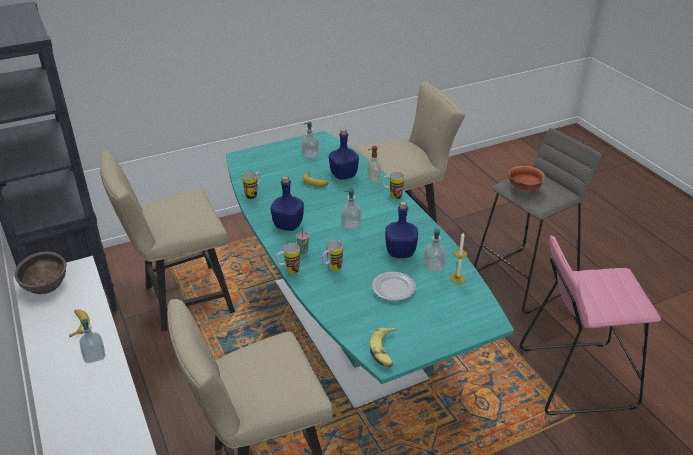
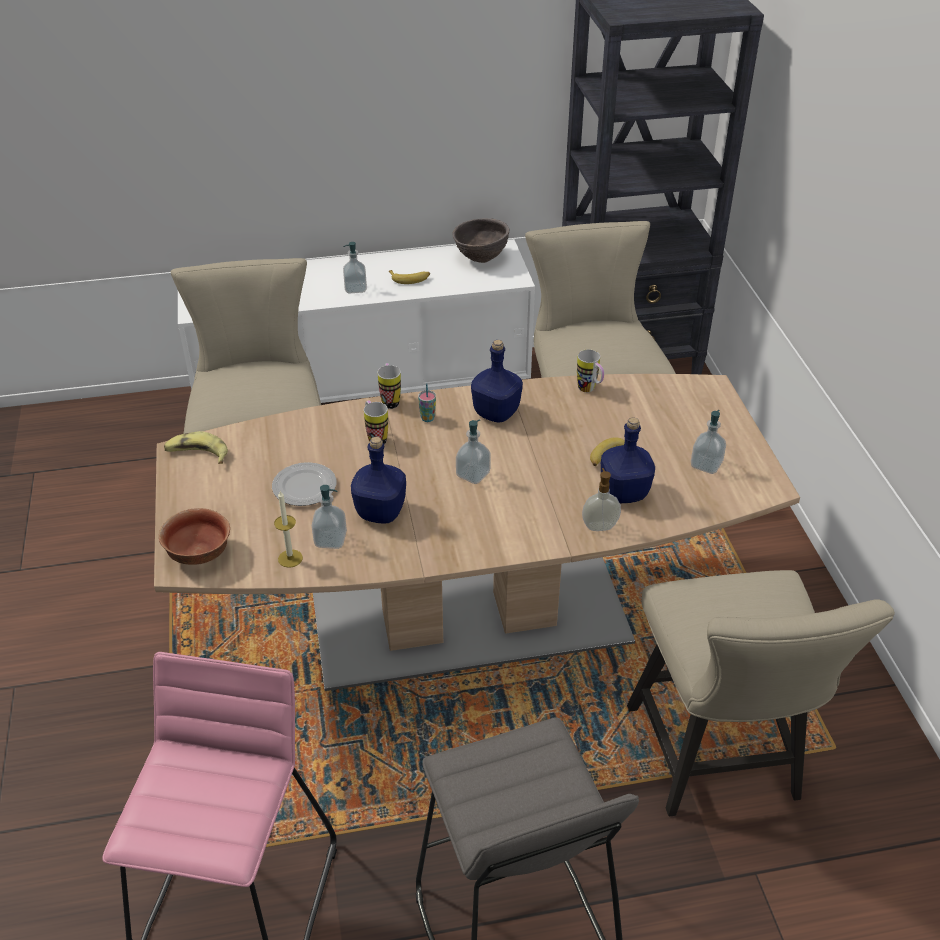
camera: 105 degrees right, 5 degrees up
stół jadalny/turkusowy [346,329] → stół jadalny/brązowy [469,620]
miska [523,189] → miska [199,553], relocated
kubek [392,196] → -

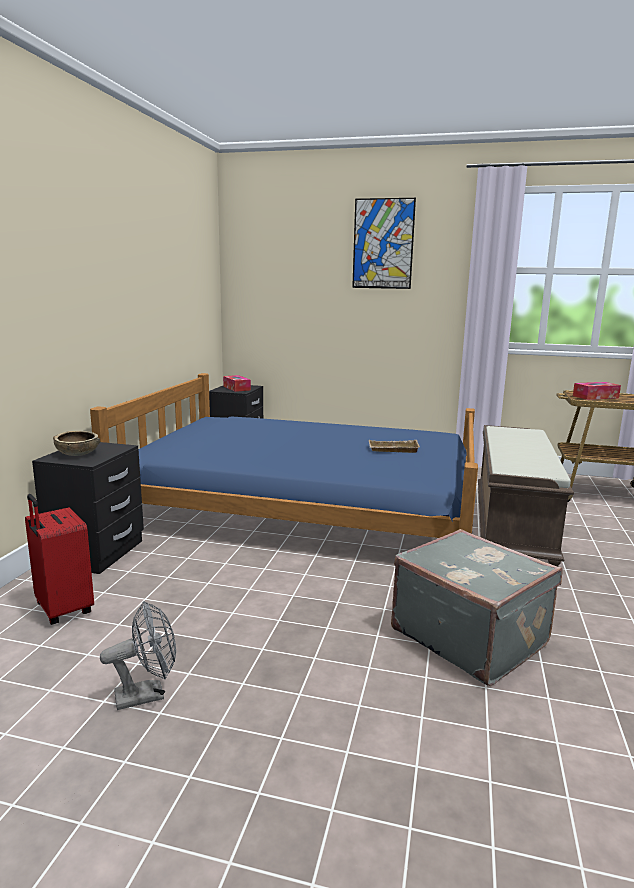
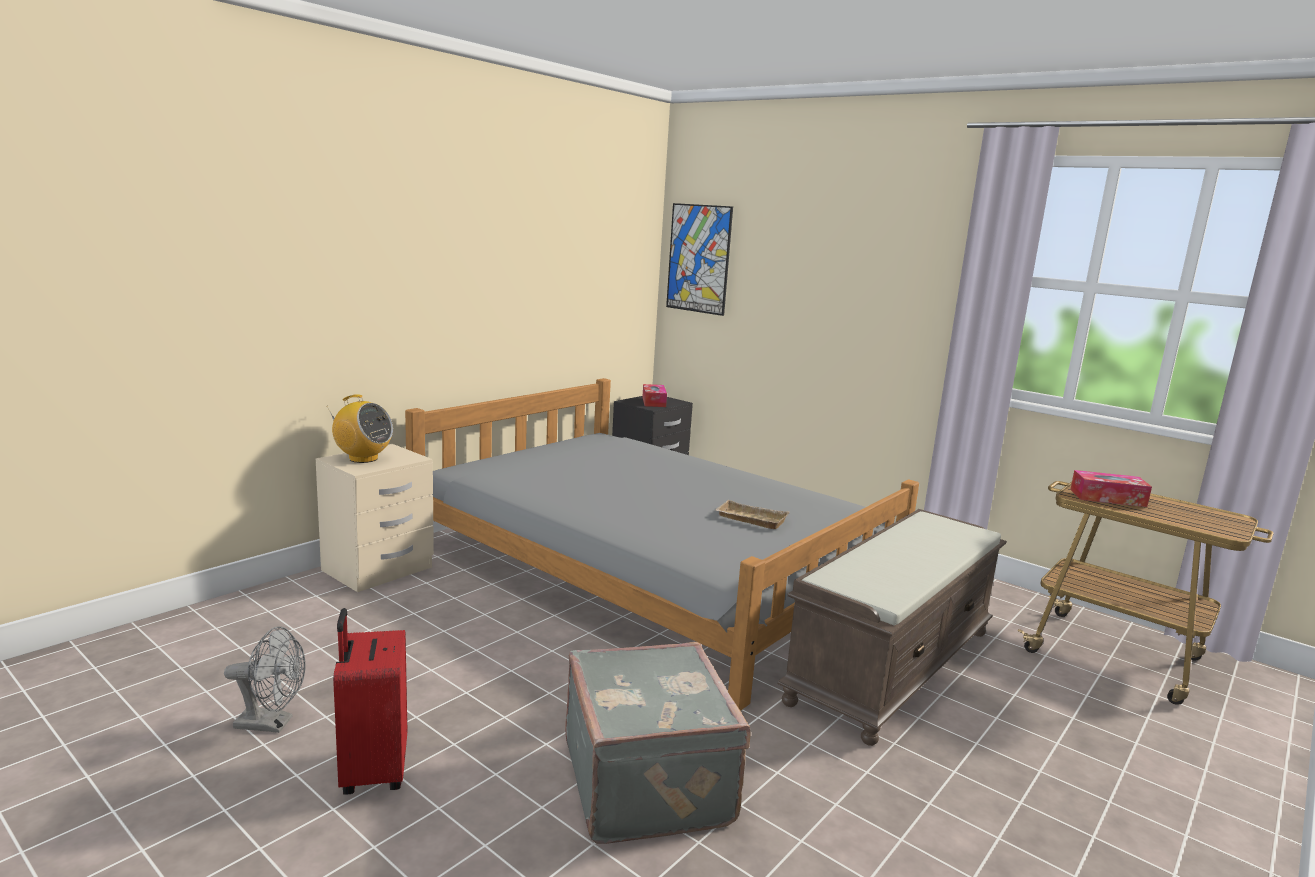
camera: 25 degrees right, 0 degrees up
obraz [383,244] → obraz [698,258], relocated
łóżko/niebieski [306,505] → łóżko/szary [651,568]
miska/brązowy [77,454] → radio [363,458]
szafka nocna/czarny [96,553] → szafka nocna/beżowy [377,569]
walizka/czerwony [62,610] → walizka/czerwony [372,771], relocated

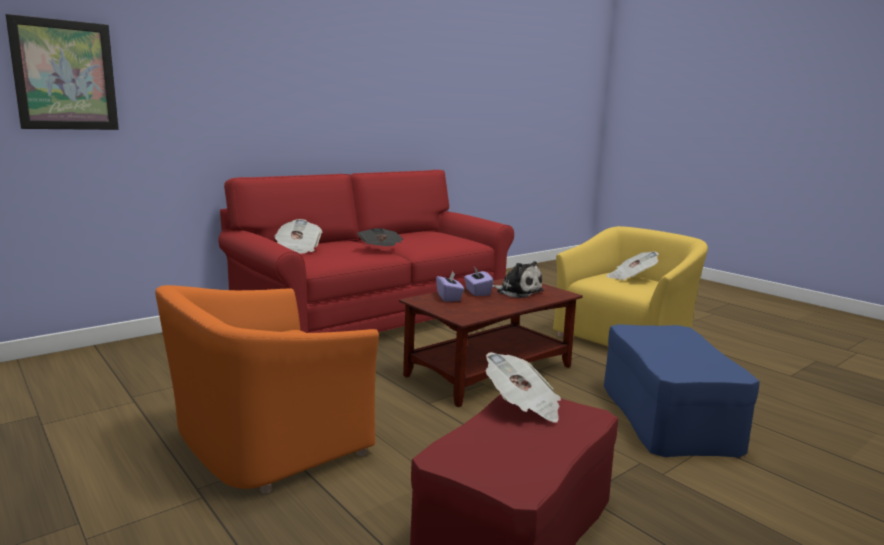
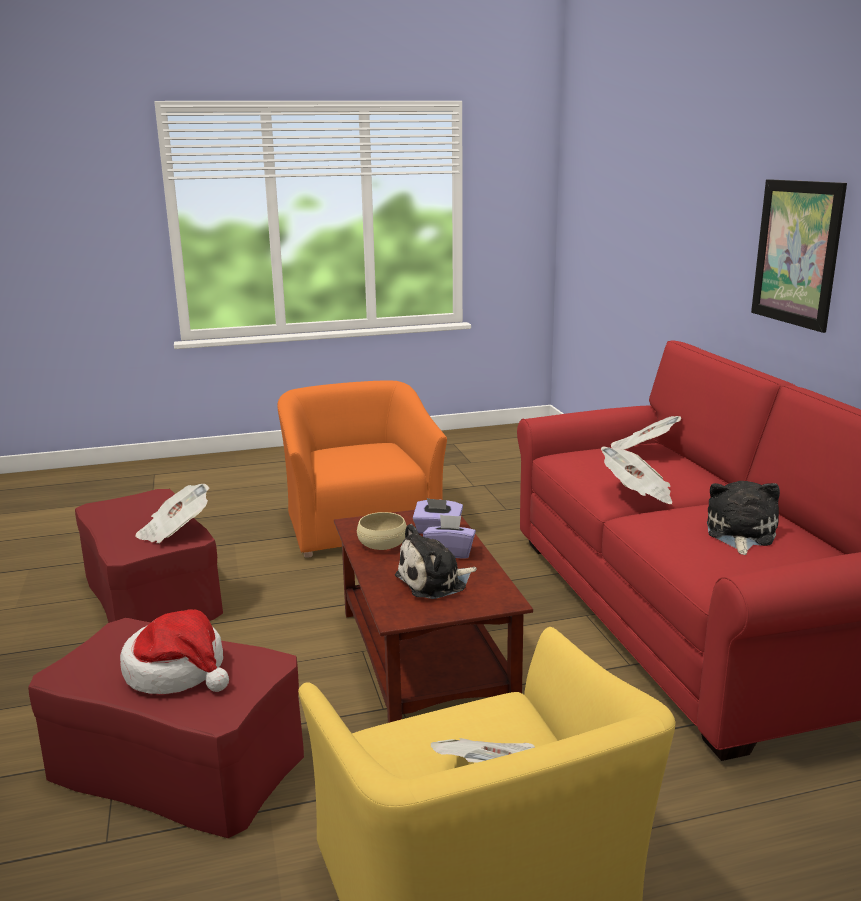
camera: 115 degrees right, 5 degrees up
obraz [65,75] → obraz [796,253], relocated
pufa/niebieski [668,417] → pufa/czerwony [177,763]
- → pluszak [739,534]
- → miska/beżowy [382,544]
- → kapelusz [177,671]

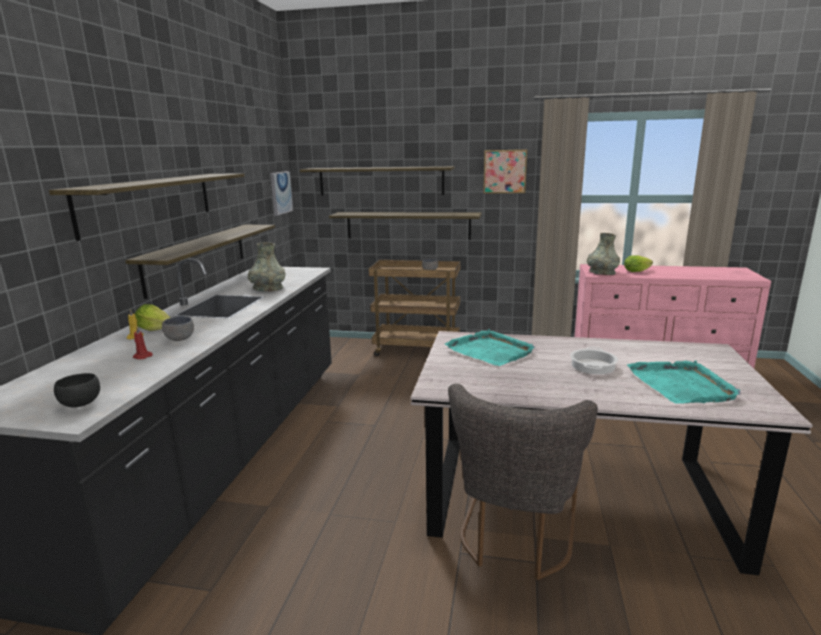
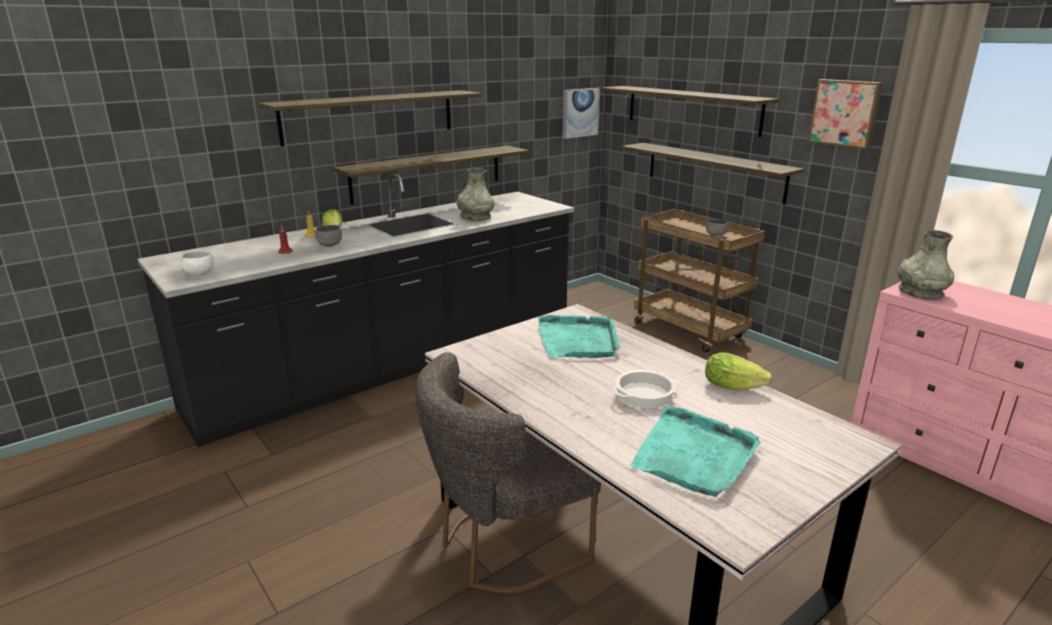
camera: 40 degrees right, 5 degrees up
sałata [638,271] → sałata [736,386], relocated
miska/czarny [81,403] → miska/biały [201,273]

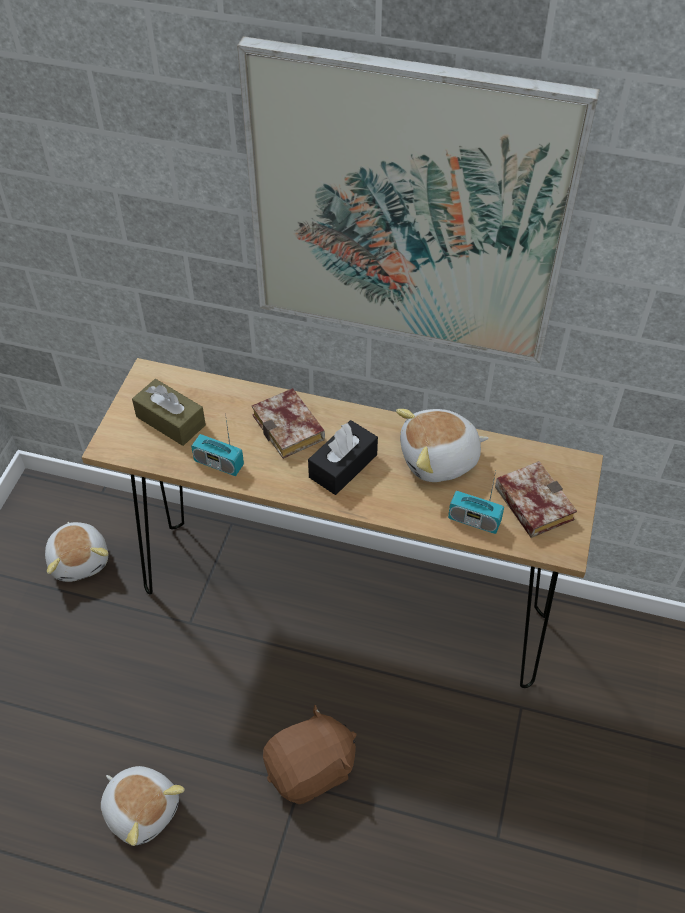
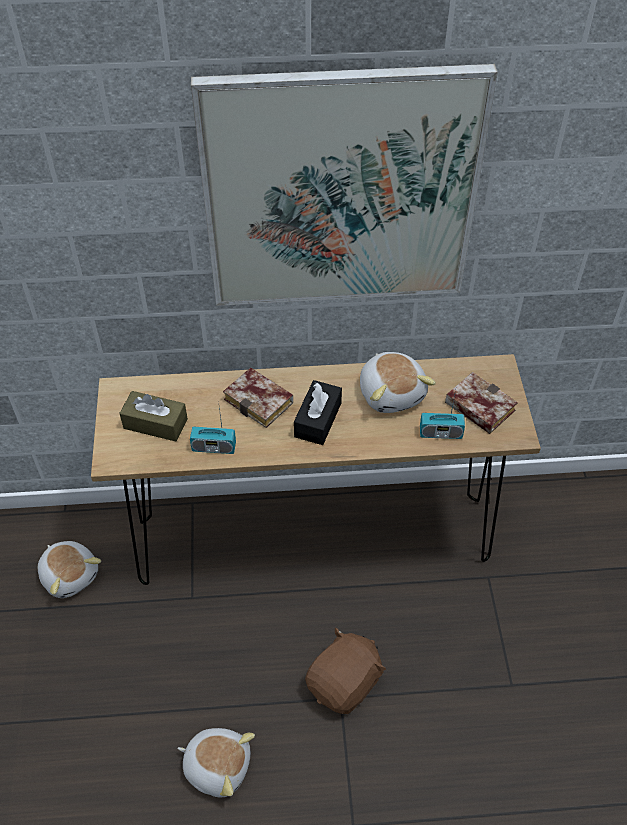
camera: 20 degrees left, 0 degrees up
pluszak [439,459] → pluszak [392,393], 75 degrees counterclockwise

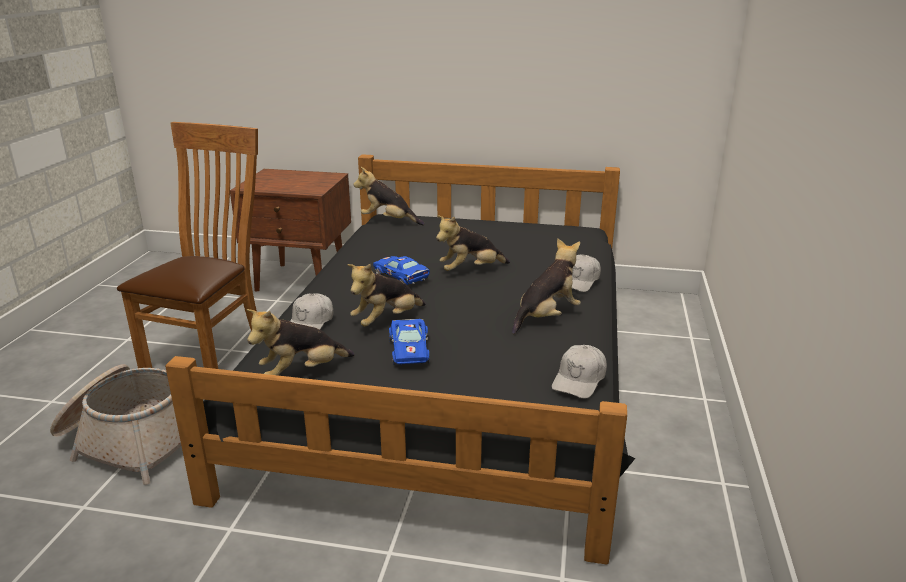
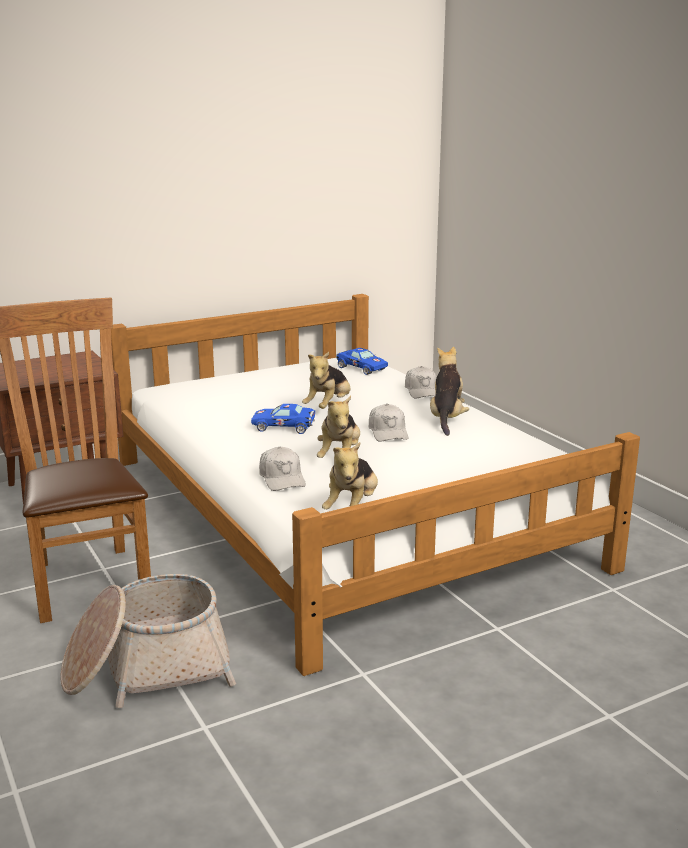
camera: 40 degrees left, 5 degrees down
łóżko/czarny [451,372] → łóżko/biały [343,510]
pluszak [388,221] → -
samochodzik/niebieski [409,350] → samochodzik/niebieski [360,368], relocated
czapka z daszkiem/biały [579,380] → czapka z daszkiem/biały [388,432], relocated

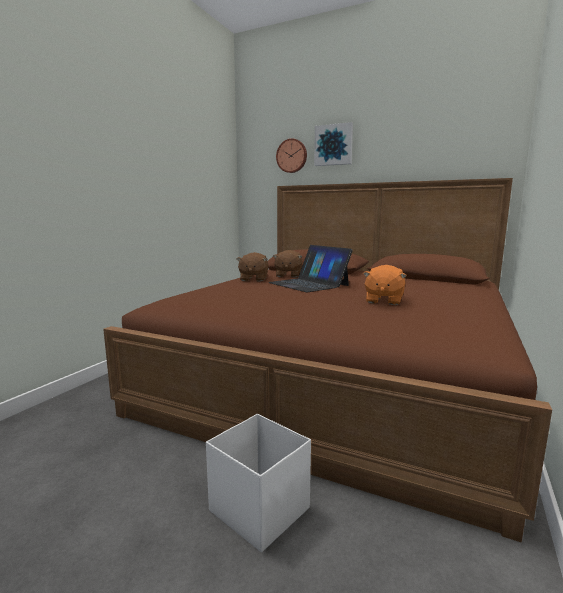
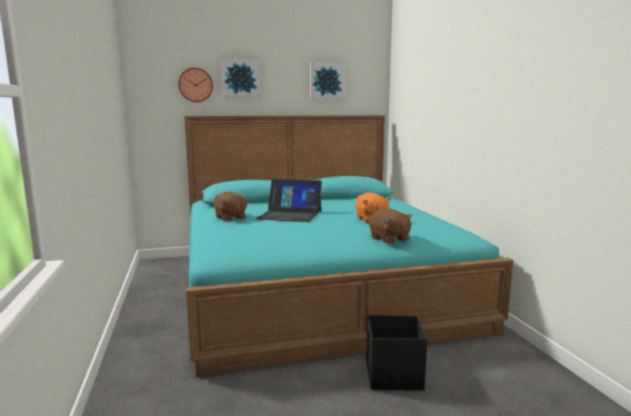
camera: 40 degrees left, 0 degrees up
łóżko/brązowy [340,374] → łóżko/turkusowy [316,287]
pluszak/brązowy [288,275] → pluszak/brązowy [389,239], relocated
pojemnik do przechowywania/biały [259,509] → pojemnik do przechowywania/czarny [392,375]
- → obraz [326,81]

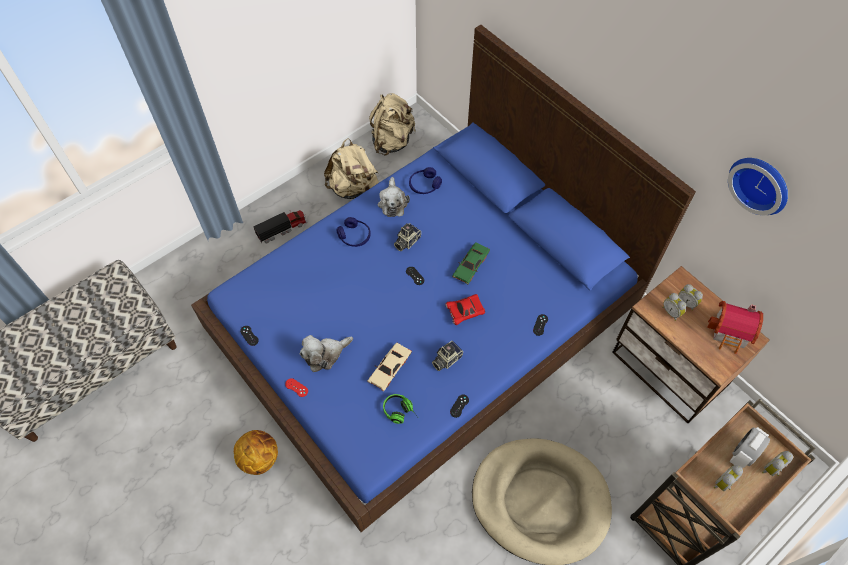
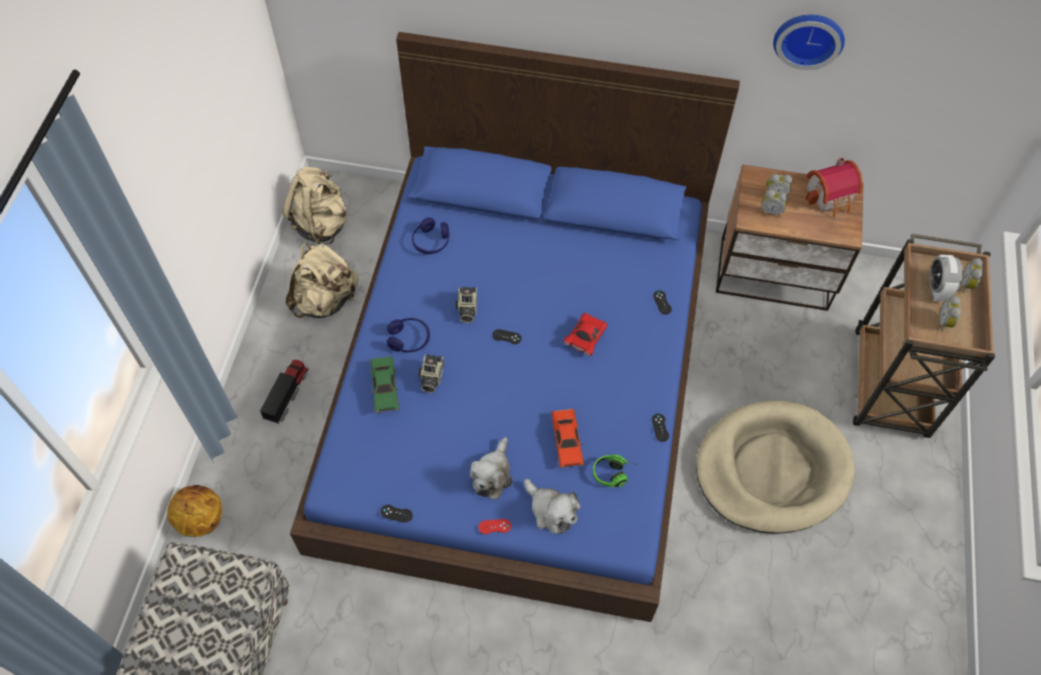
camera: 40 degrees left, 0 degrees up
pluszak [392,202] → pluszak [551,511], relocated
samochodzik/zielony [471,266] → samochodzik/zielony [385,387], relocated
aparat fotograficzny [446,359] → aparat fotograficzny [431,377], relocated
samochodzik/beżowy [390,369] → samochodzik/czerwony [566,441]
piłka do koszykówki [259,458] → piłka do koszykówki [201,519], relocated

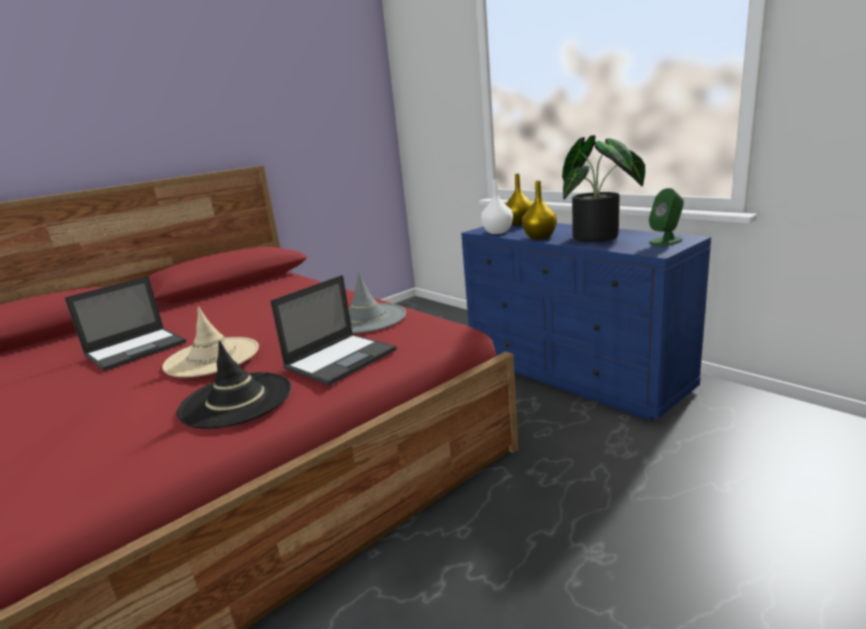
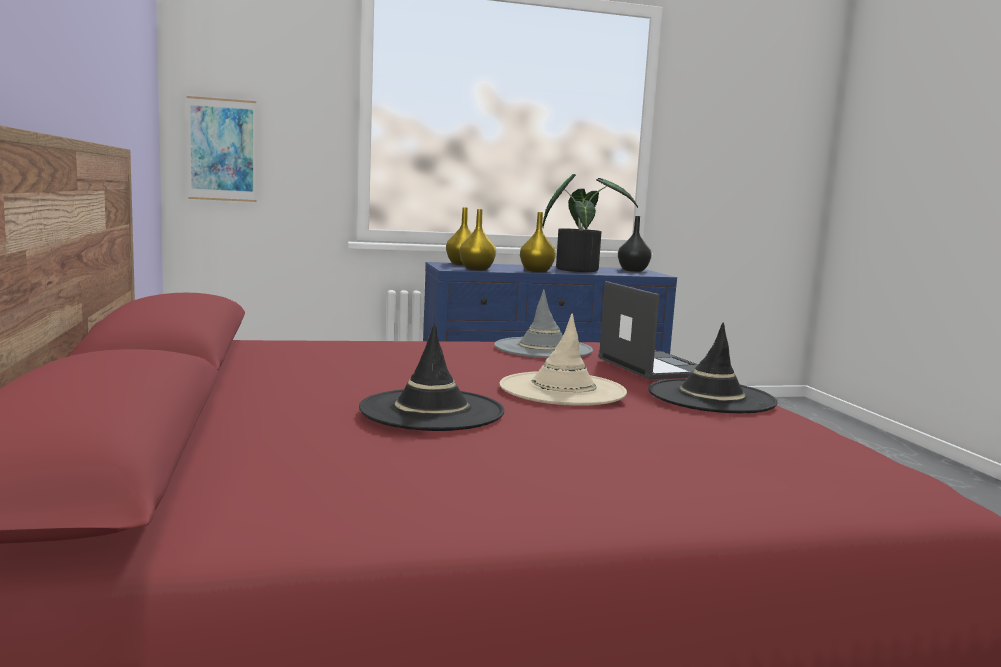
camera: 65 degrees left, 10 degrees down
wazon/biały [498,232] → wazon/żółty [477,269]
głośnik/zielony [666,241] → wazon/czarny [633,270]
laptop [137,348] → kapelusz/czarny [431,411]
- → obraz [222,150]

